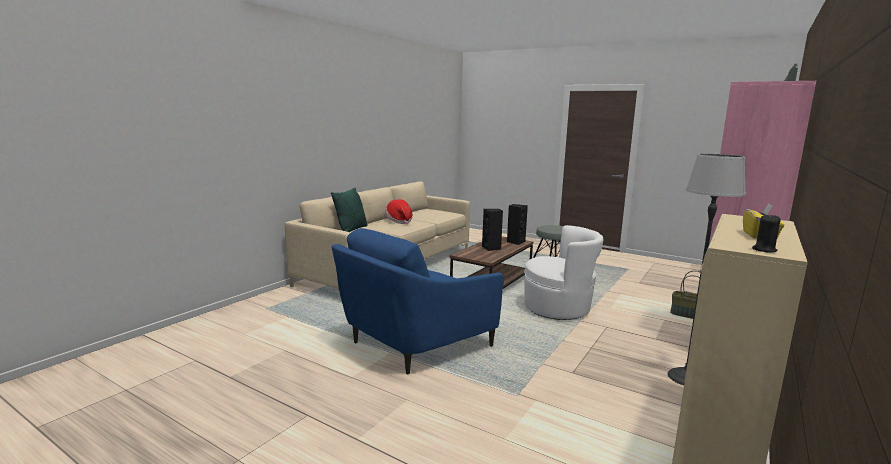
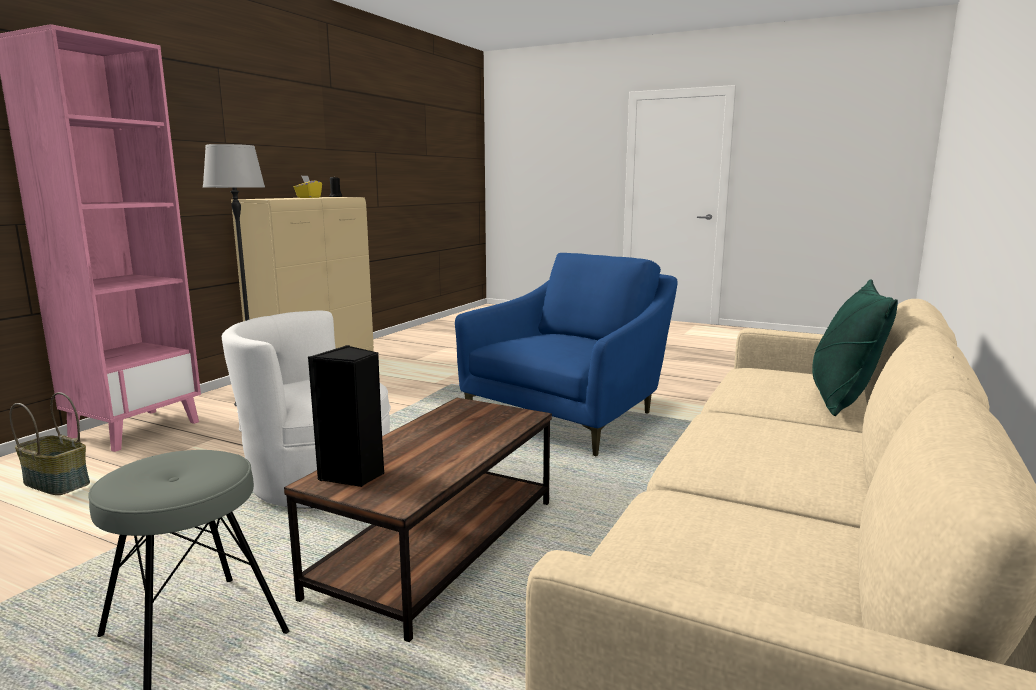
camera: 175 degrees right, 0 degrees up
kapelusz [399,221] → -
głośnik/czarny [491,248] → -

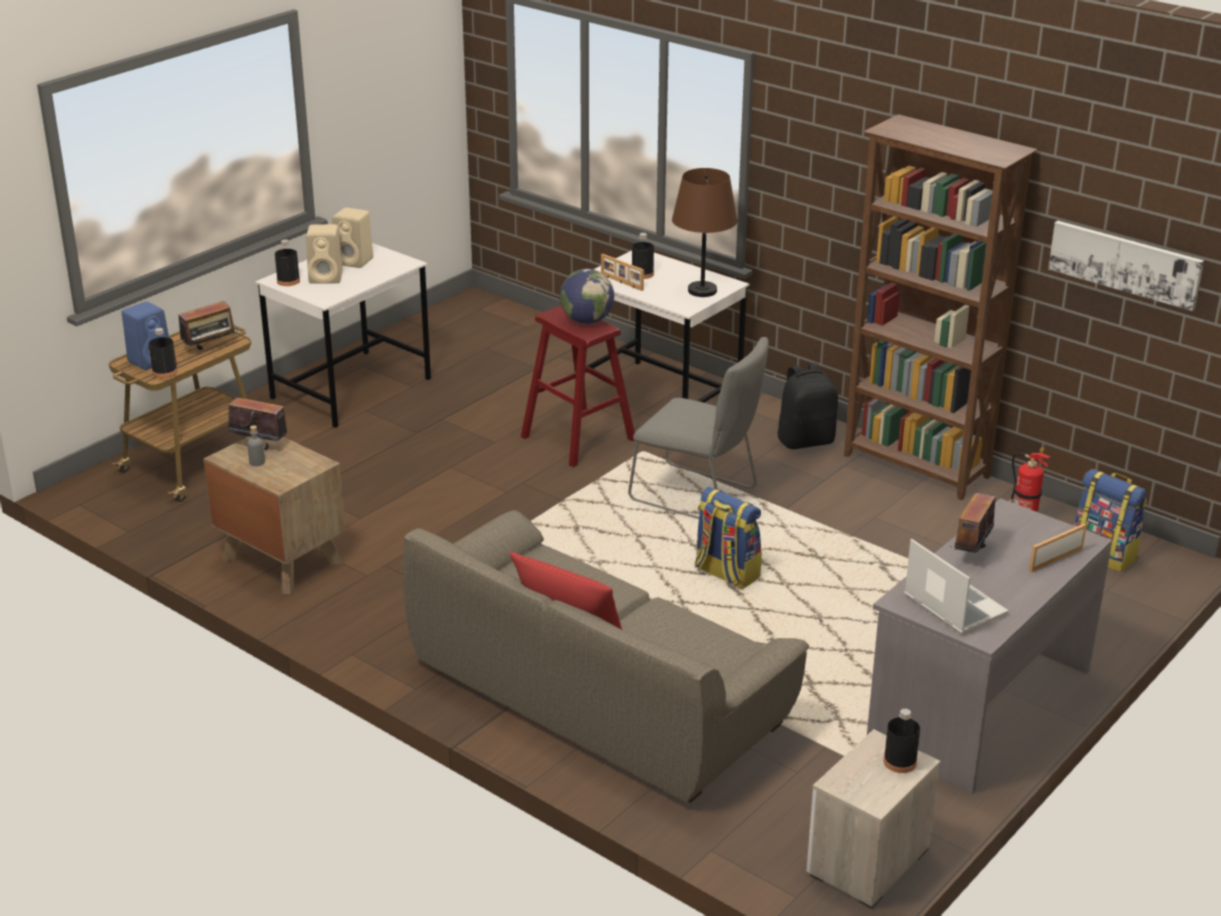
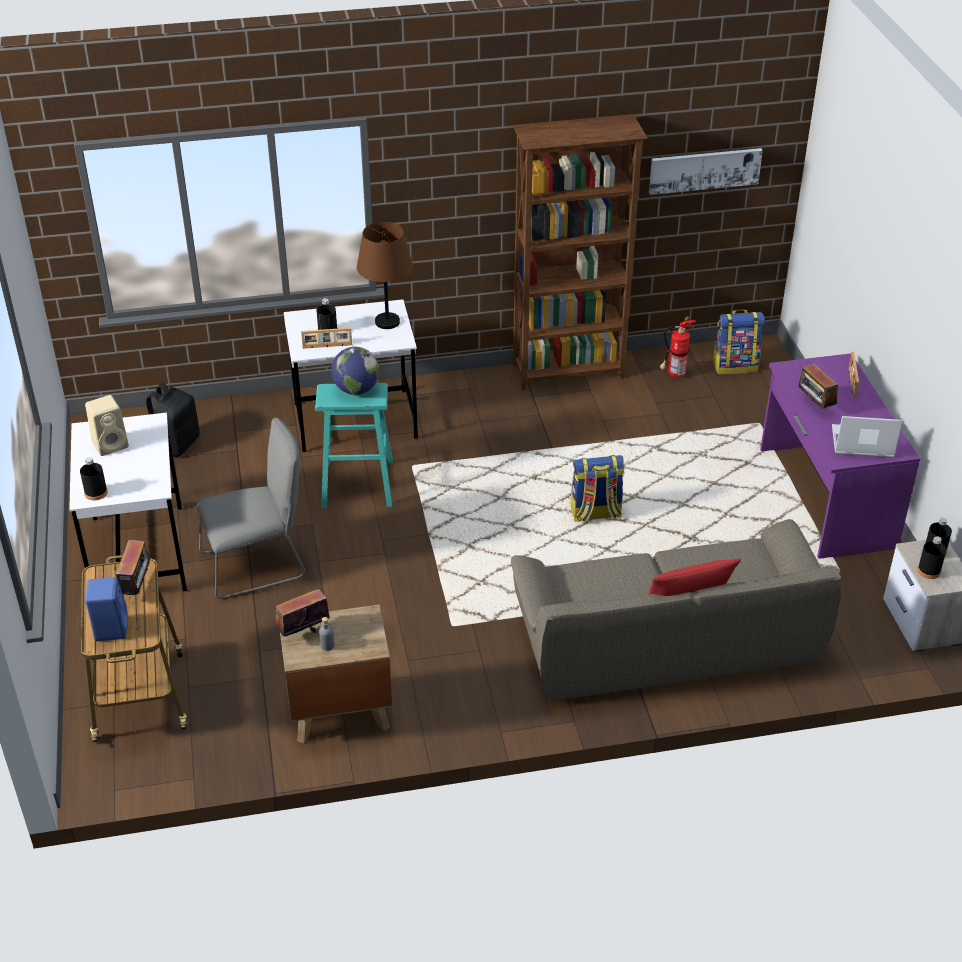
camera: 50 degrees left, 10 degrees up
głośnik/beżowy [327,277] → -
stołek/czerwony [578,438] → stołek/turkusowy [357,483]
butelka/czarny [164,372] → butelka/czarny [929,571], relocated
krzesło/szary [698,496] → krzesło/szary [258,564], relocated
plecak/czarny [806,441] → plecak/czarny [176,444], relocated
biurko/szary [978,705] → biurko/fioletowy [824,497]

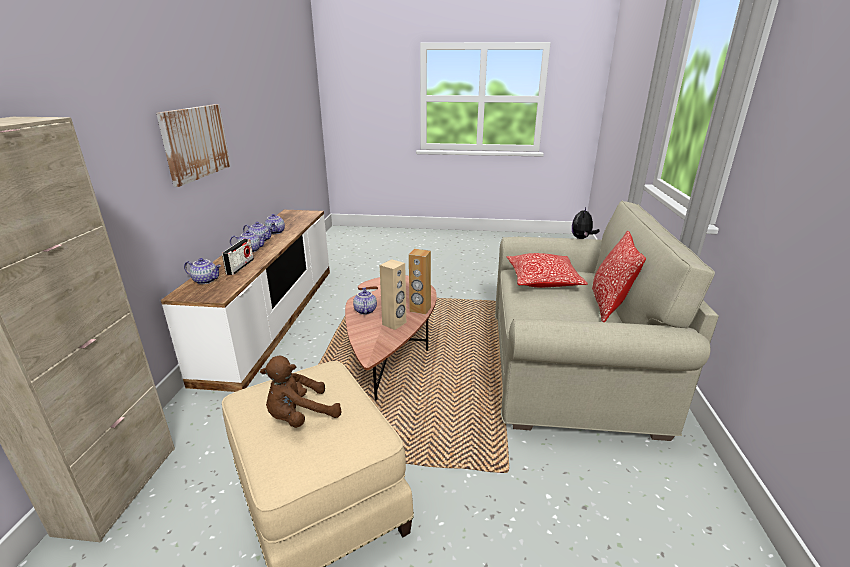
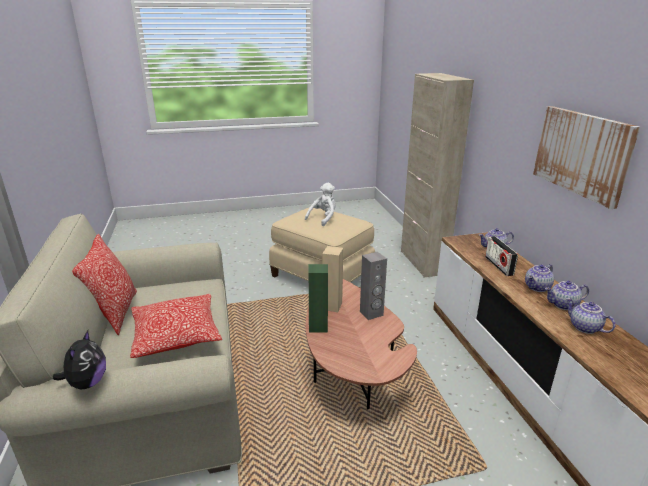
camera: 160 degrees right, 0 degrees up
głośnik/brązowy [420,309] → głośnik/zielony [318,327]
imbryk [364,311] → głośnik/szary [371,313]
pluszak/brązowy [300,417] → pluszak/biały [323,218]

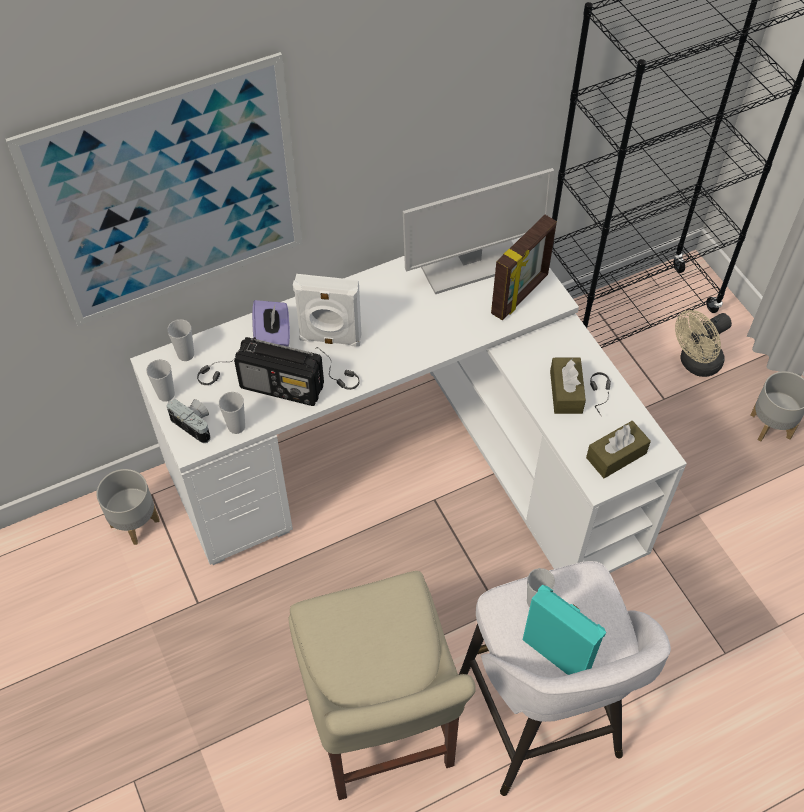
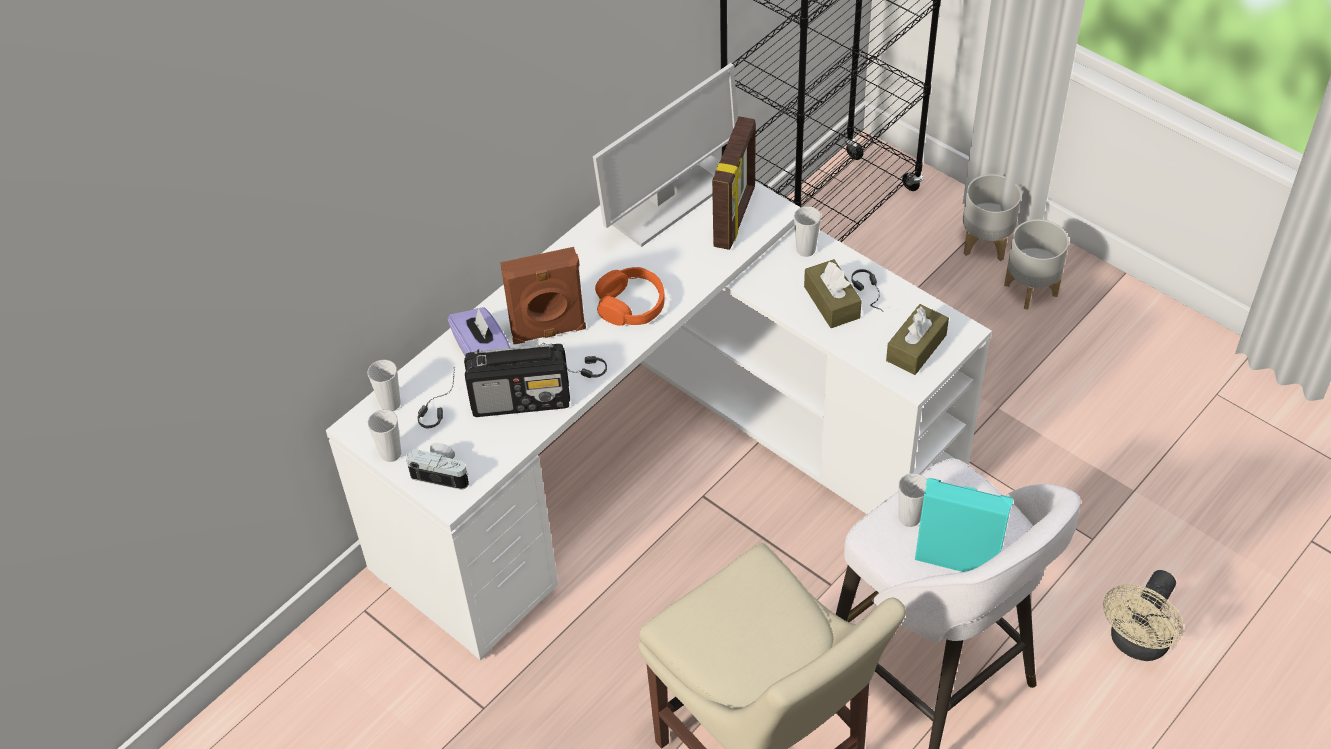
camera: 20 degrees left, 5 degrees down
obraz [171,196] → -
głośnik/biały [330,339] → głośnik/brązowy [548,332]
wentylator/beżowy [695,364] → wentylator/beżowy [1136,644], relocated
filiżanka [236,427] → filiżanka [806,250], relocated
donica/szary [136,522] → donica/szary [986,243], relocated
- → słuchawki/pomarańczowy [631,305]

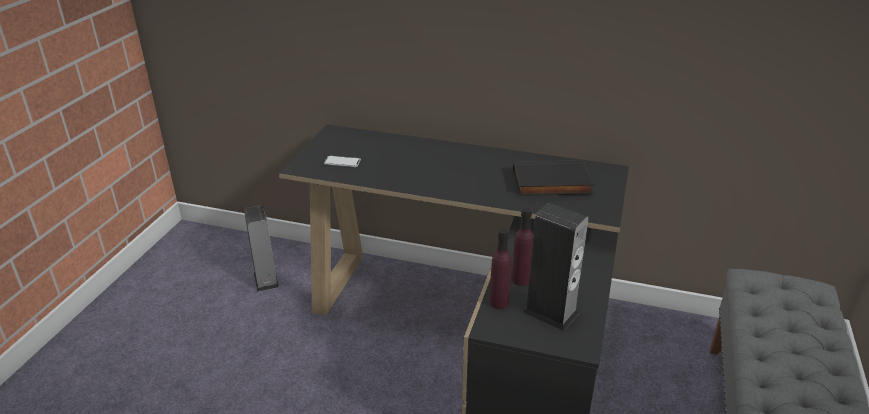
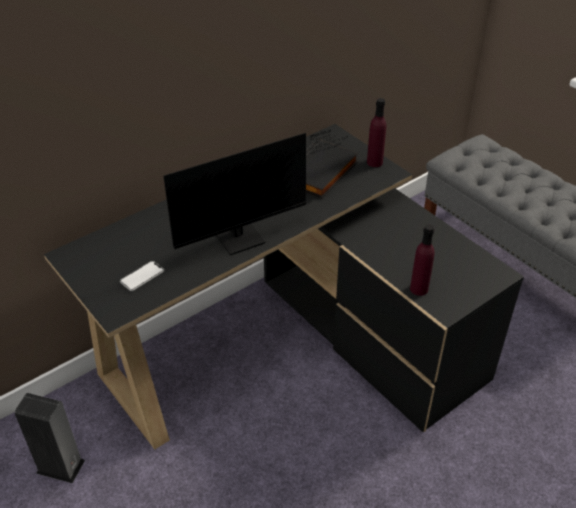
camera: 55 degrees left, 10 degrees up
głośnik [550,313] → -
butelka/fioletowy [520,280] → butelka/fioletowy [374,162], relocated
- → monitor [247,236]

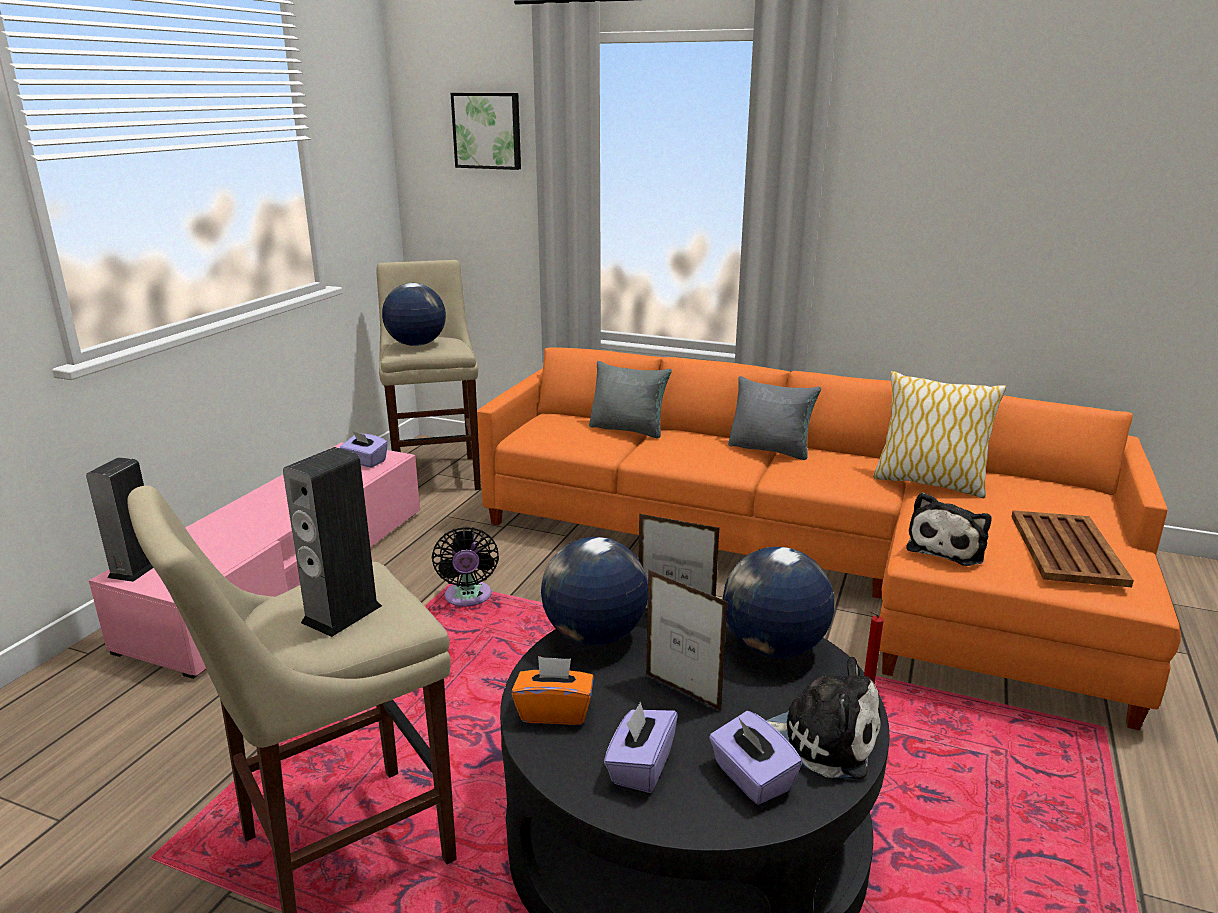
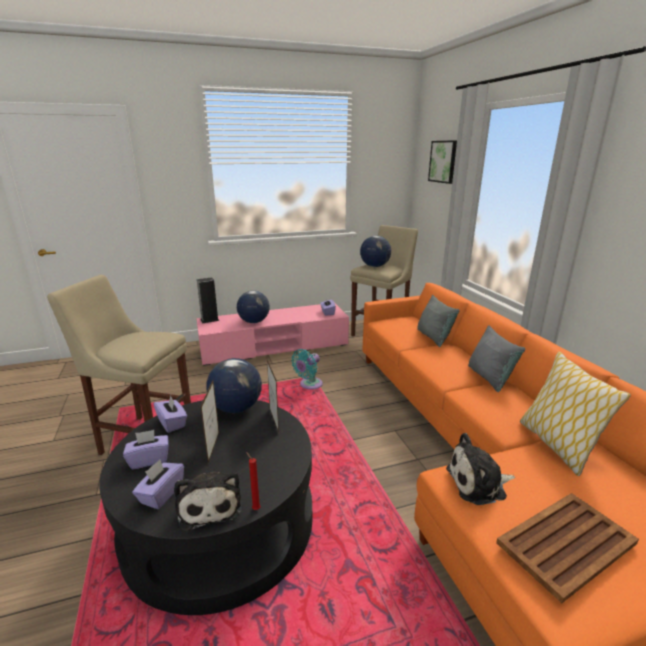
camera: 50 degrees right, 0 degrees up
głośnik [342,614] → -
wentylator/czarny [468,598] → wentylator/turkusowy [309,385]
globus [773,647] → globus [254,321], relocated
pudełko chusteczek/pomarańczowy [554,711] → pudełko chusteczek/fioletowy [172,423]

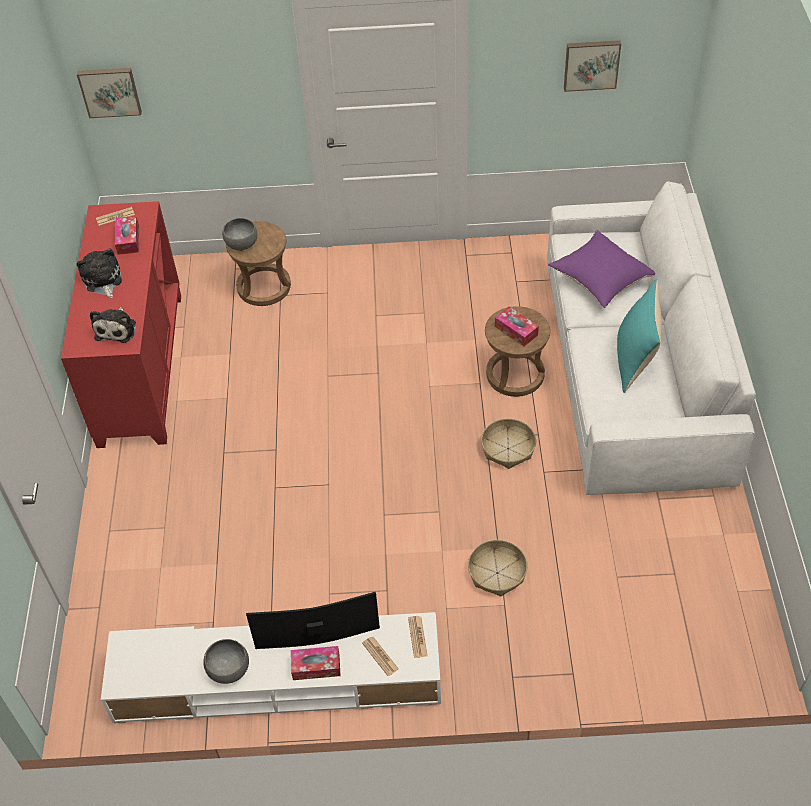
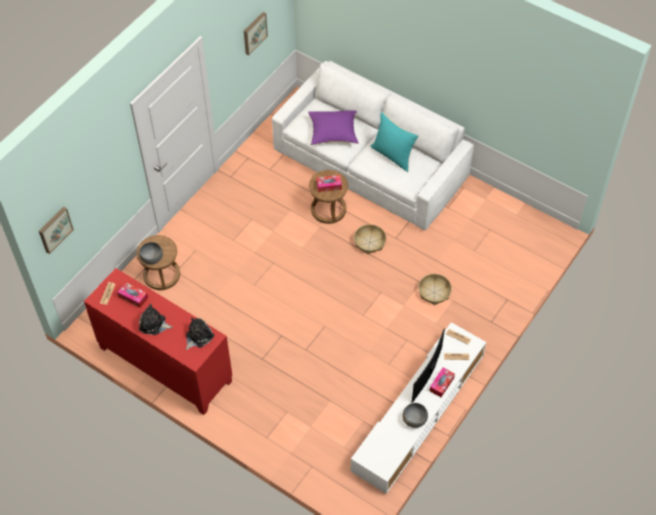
camera: 55 degrees left, 5 degrees up
pluszak [117,329] → pluszak [198,336], 90 degrees counterclockwise

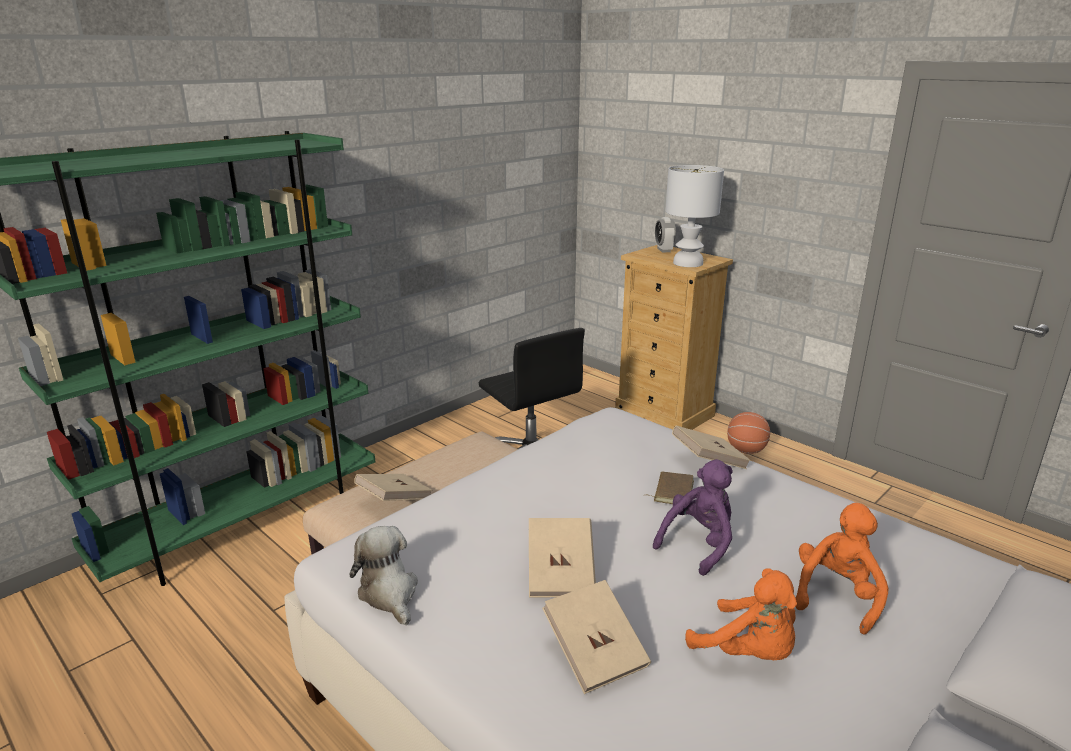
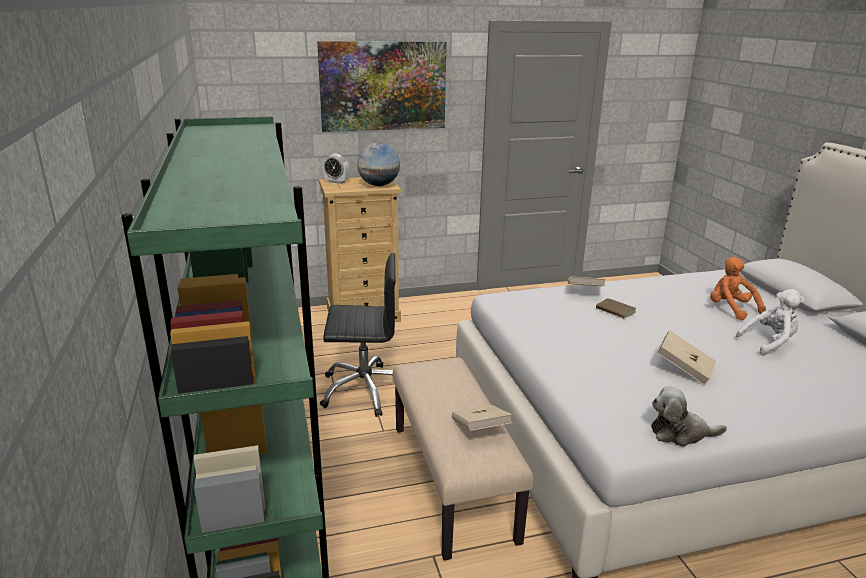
camera: 60 degrees left, 0 degrees up
lampa stołowa/biały [688,263] → globus [379,185]
piłka do koszykówki [746,450] → -
pluszak/fioletowy [698,544] → -
pluszak/pomarańczowy [748,652] → pluszak/biały [769,343]
książka/beżowy [595,653] → -
- → obraz [383,86]

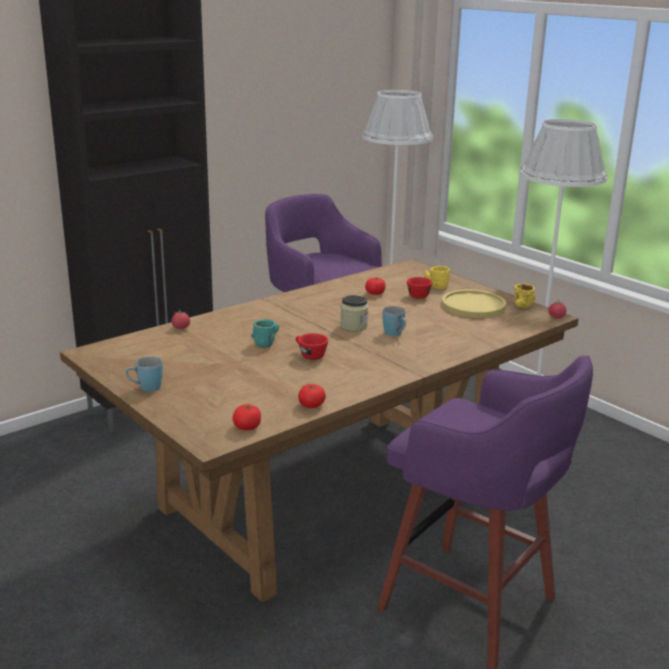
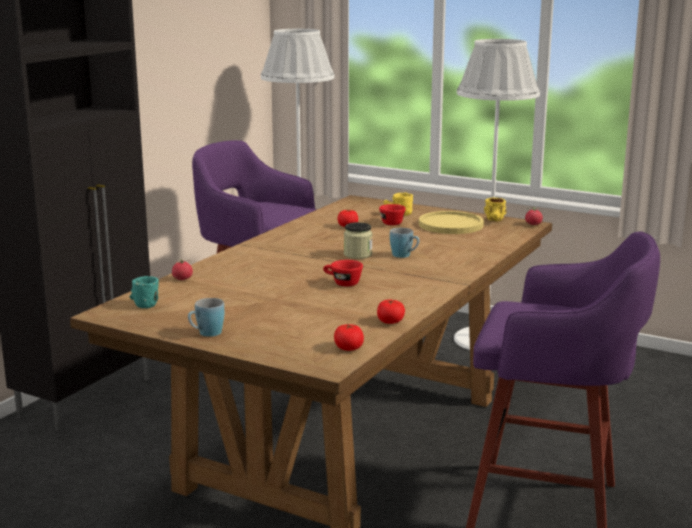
camera: 20 degrees left, 5 degrees down
kubek/turkusowy [267,341] → kubek/turkusowy [147,302], relocated

